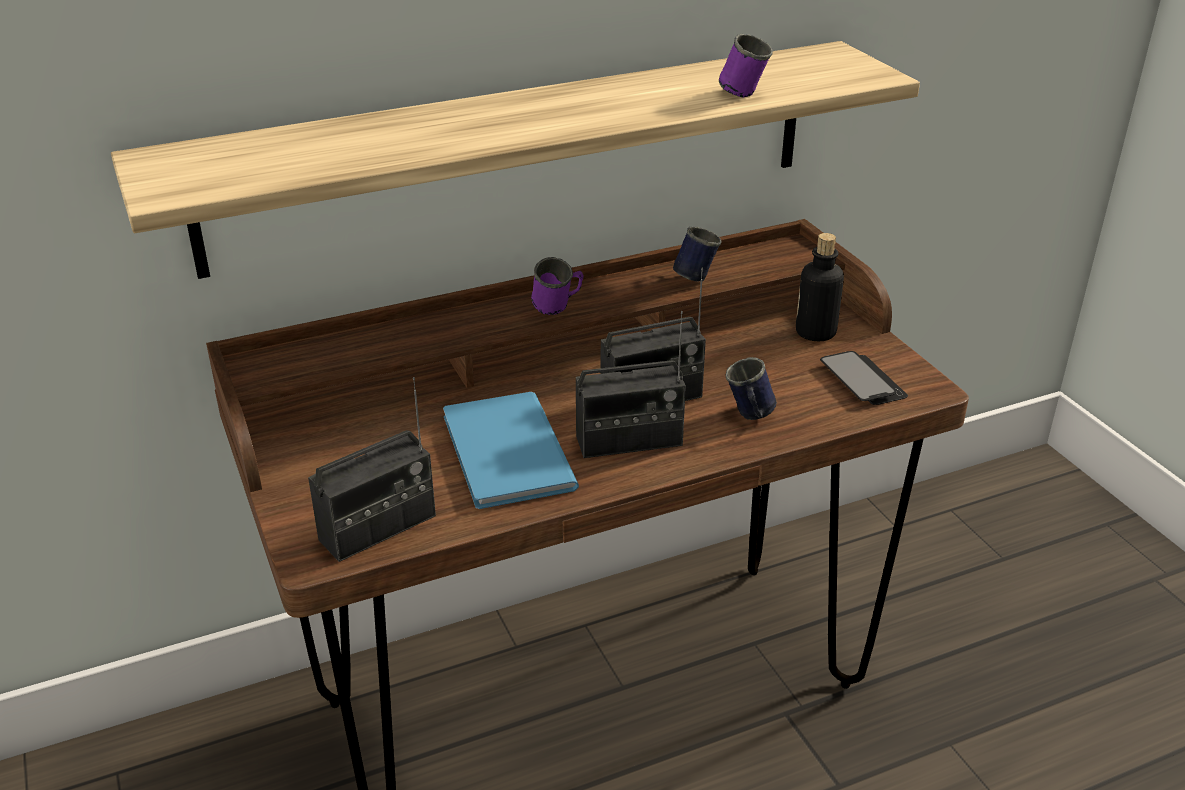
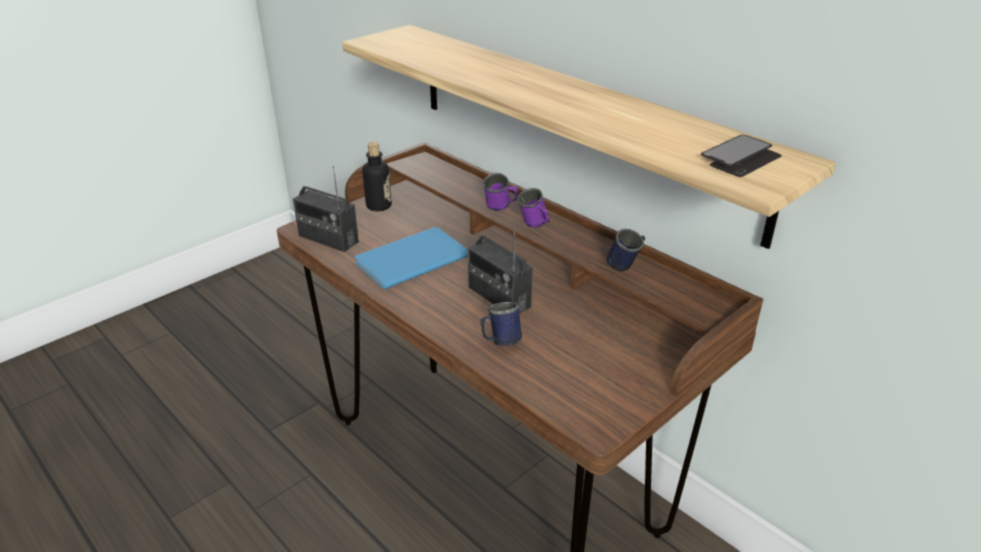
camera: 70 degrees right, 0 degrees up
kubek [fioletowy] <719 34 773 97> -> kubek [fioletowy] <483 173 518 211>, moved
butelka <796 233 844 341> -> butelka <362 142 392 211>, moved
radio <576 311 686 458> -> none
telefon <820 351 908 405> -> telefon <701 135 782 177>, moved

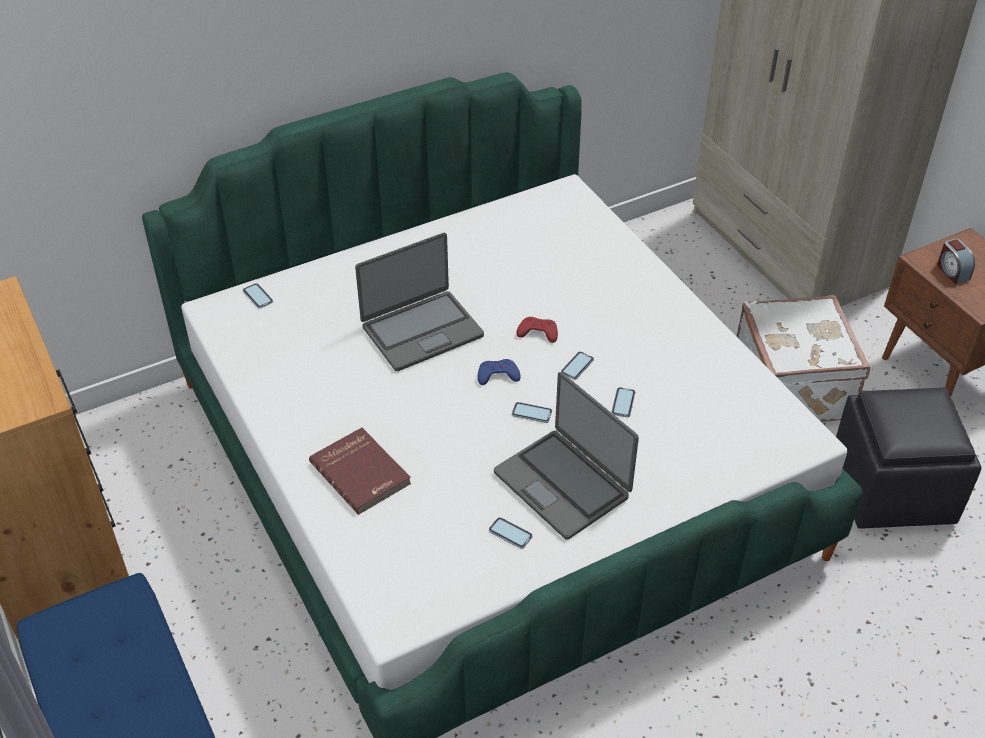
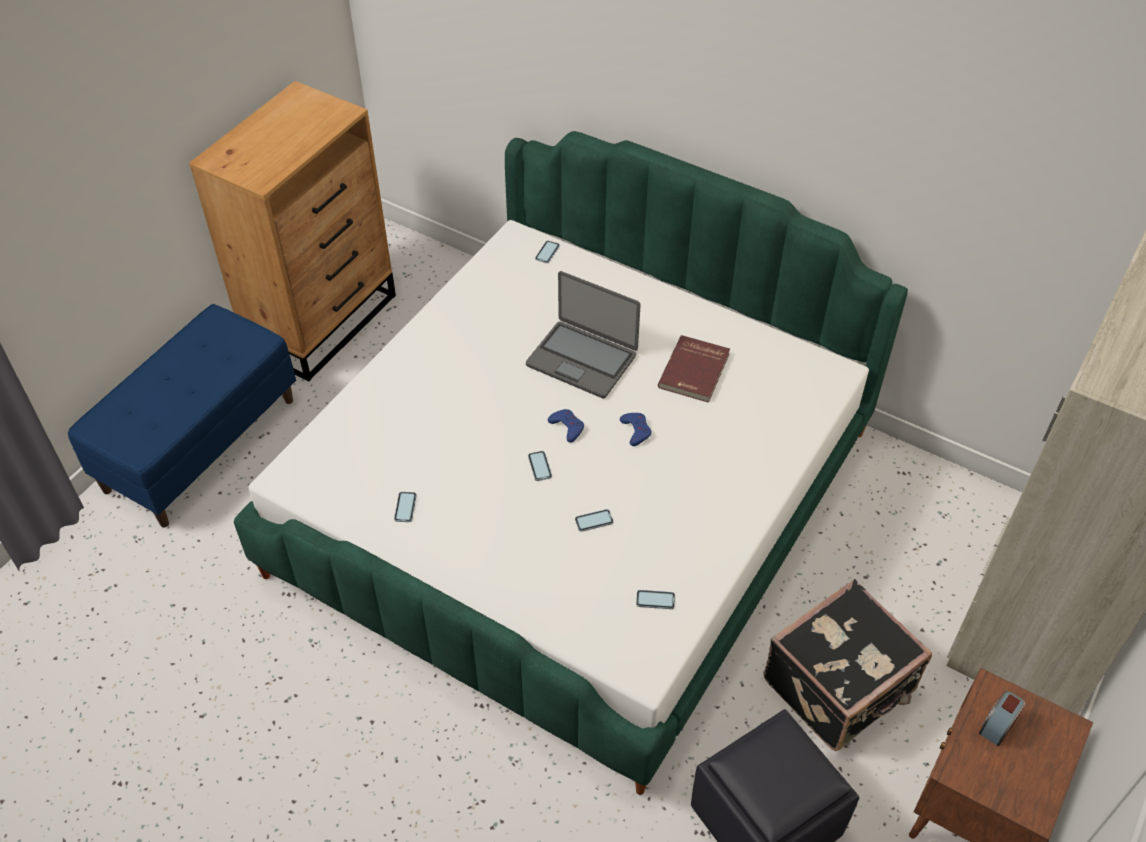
camera: 60 degrees right, 5 degrees up
walizka [biały] <737 295 870 422> -> walizka [czarny] <764 579 932 751>
pad do gier [czerwony] <516 317 558 343> -> pad do gier [niebieski] <620 413 652 446>
telefon <561 352 594 380> -> telefon <636 590 675 609>, moved
laptop <494 372 639 540> -> none
książka [czerwony] <309 428 411 515> -> książka [czerwony] <658 335 730 403>, moved

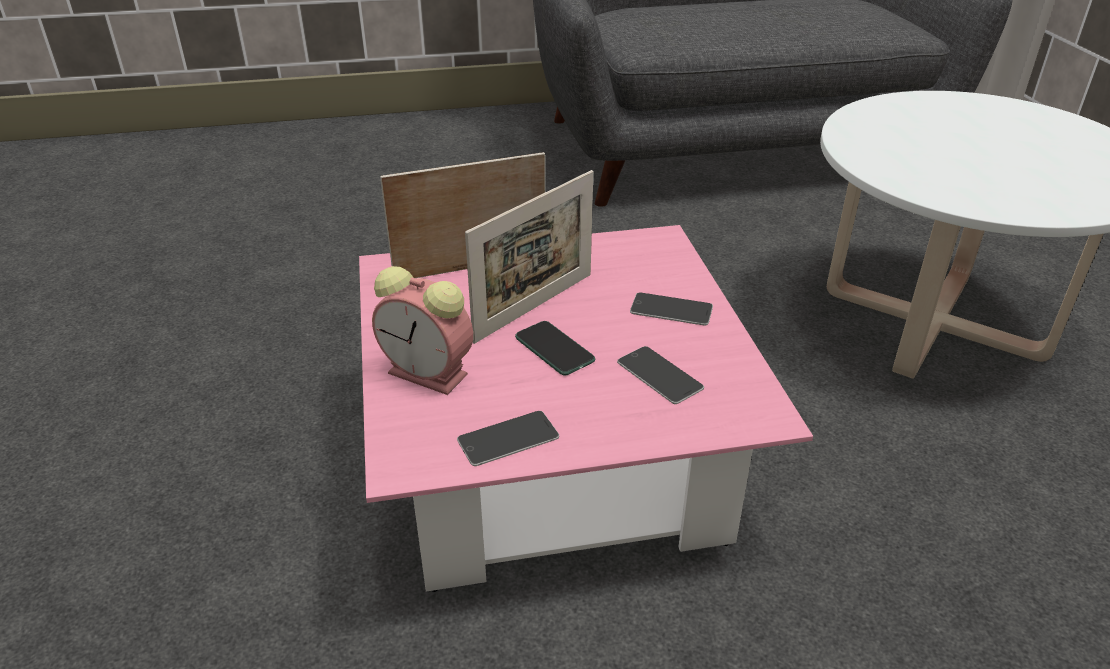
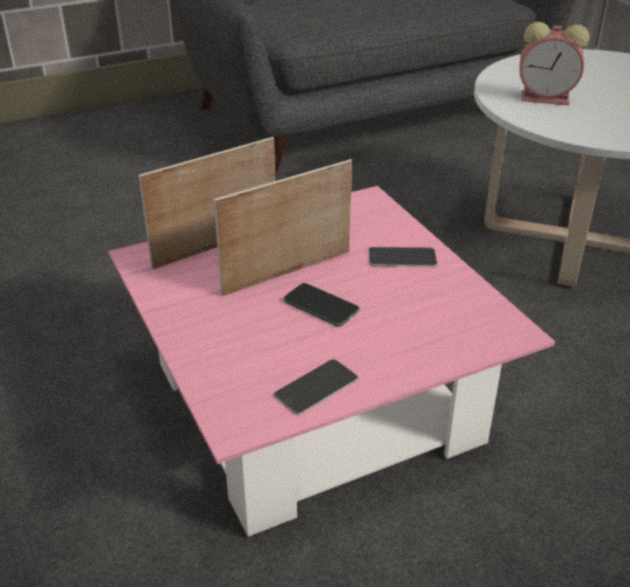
camera: 15 degrees left, 0 degrees up
ramka na zdjęcie <465 170 593 344> -> ramka na zdjęcie <214 159 352 296>, 150 degrees counterclockwise
budzik <372 266 473 395> -> budzik <519 22 589 105>, moved
telefon <617 346 704 404> -> none

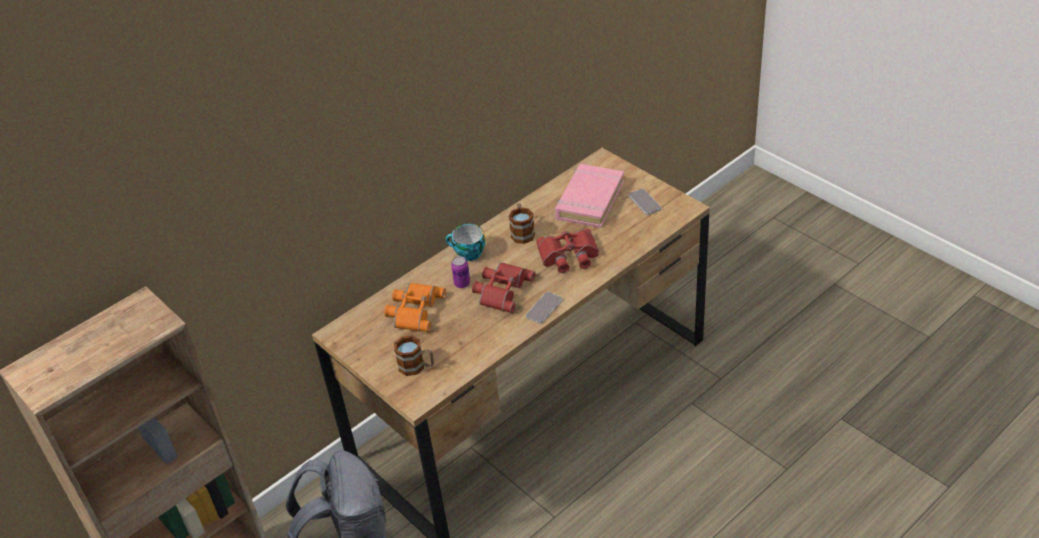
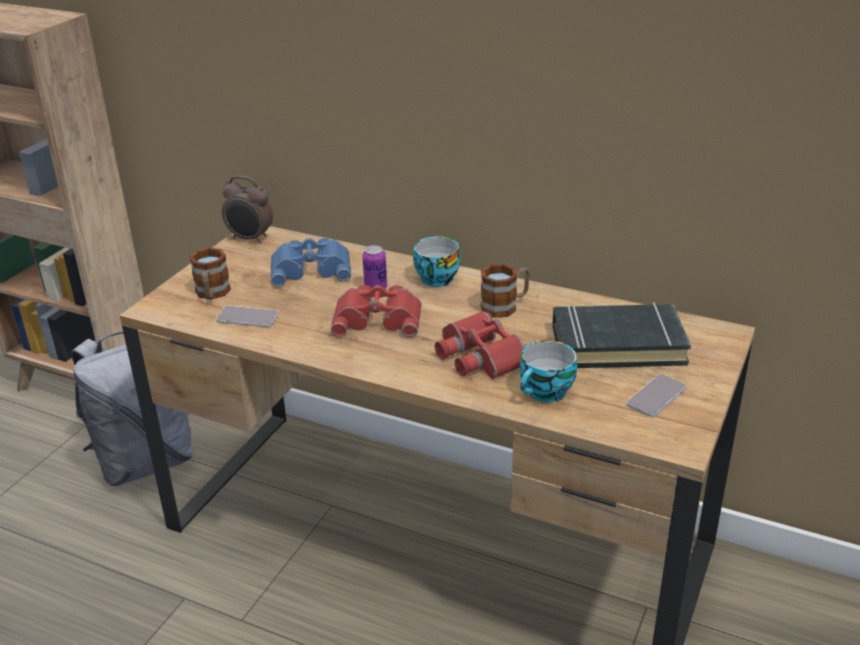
camera: 65 degrees right, 10 degrees down
książka [różowy] <555 164 624 228> -> książka [czarny] <552 302 691 368>
lornetka [pomarańczowy] <385 283 446 332> -> lornetka [niebieski] <271 238 351 287>
telefon <526 292 562 324> -> telefon <216 306 278 327>, moved
none -> budzik <222 176 273 244>
none -> filiżanka <520 340 577 402>

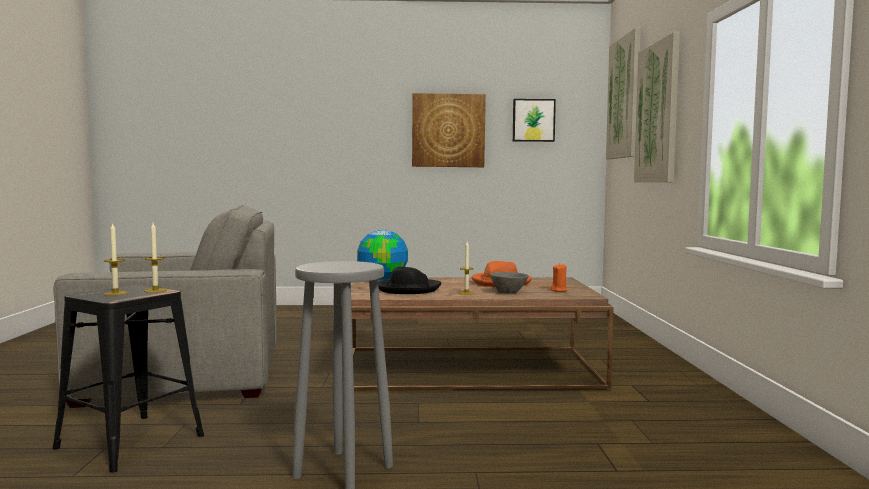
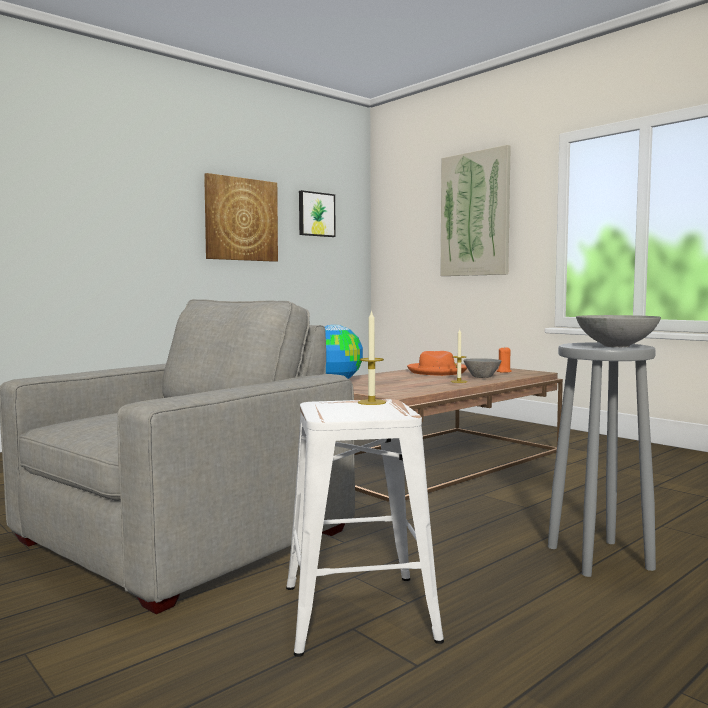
camera: 40 degrees left, 0 degrees up
obraz <606 28 641 159> -> none
świeca <103 222 128 296> -> none
kapelusz [czarny] <378 267 441 294> -> none
stołek [czarny] <53 285 204 473> -> stołek [biały] <286 399 444 657>
none -> miska [szary] <576 315 661 347>

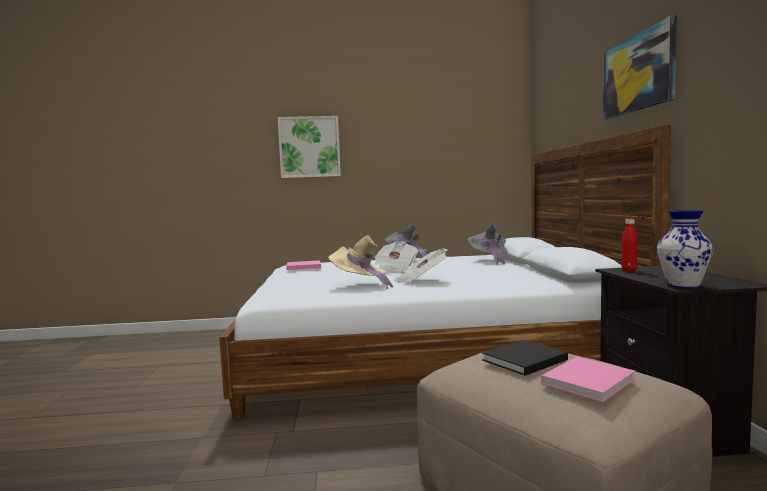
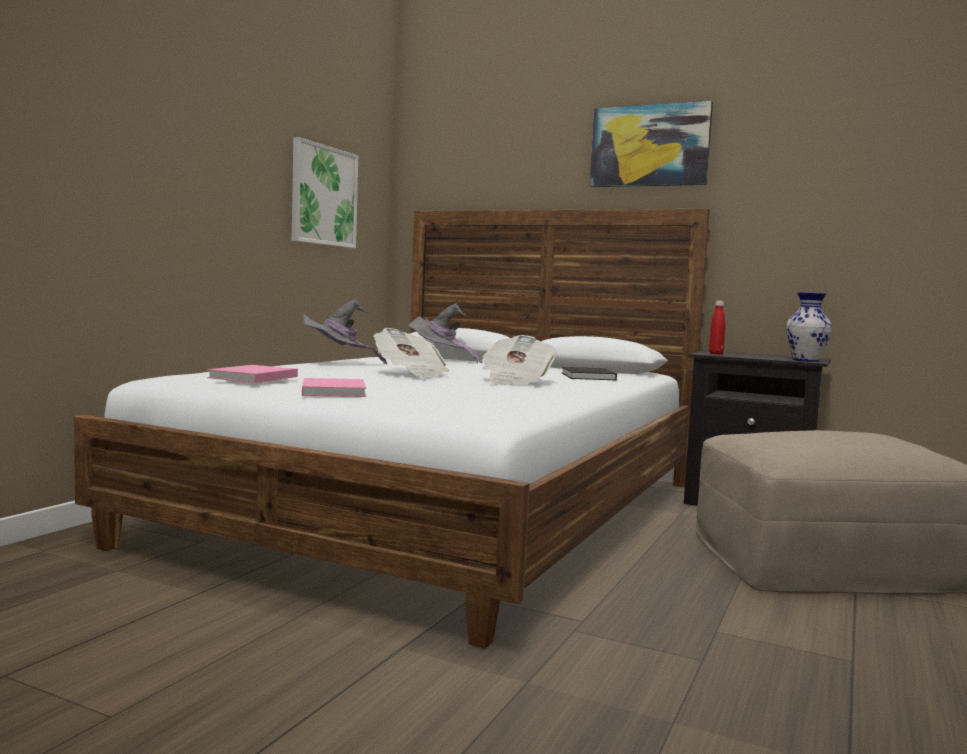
camera: 60 degrees left, 0 degrees up
obraz <278 116 341 178> -> obraz <292 137 358 248>, moved
kapelusz [beżowy] <328 235 393 289> -> none
książka [czarny] <482 340 568 376> -> książka [czarny] <561 367 617 380>, moved
książka [różowy] <541 357 636 402> -> książka [różowy] <302 378 366 397>, moved

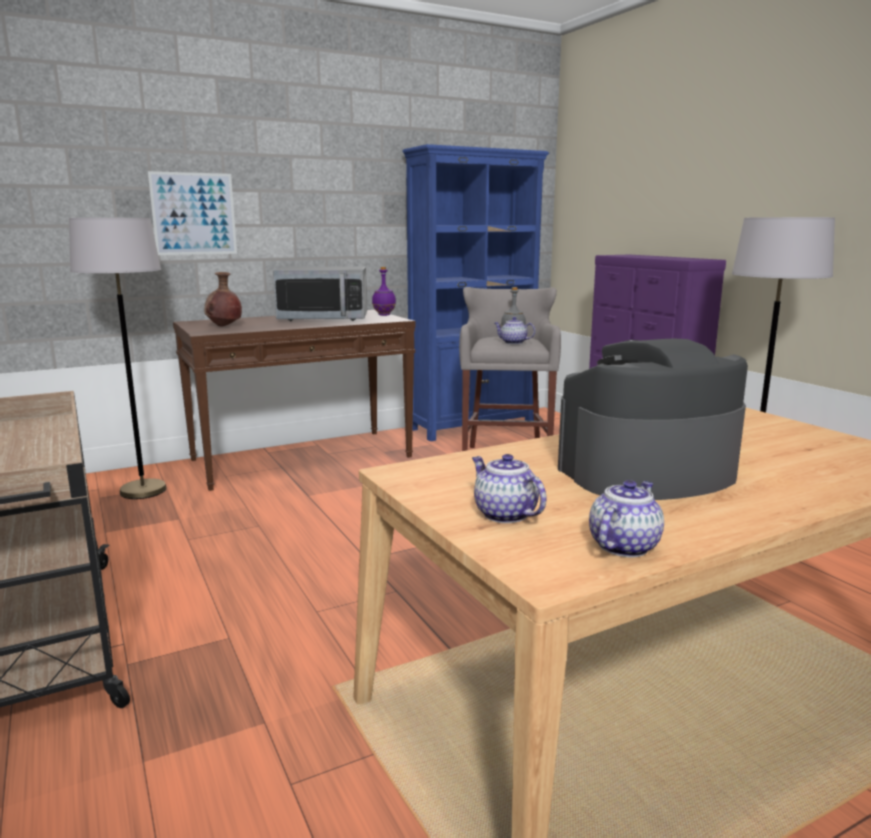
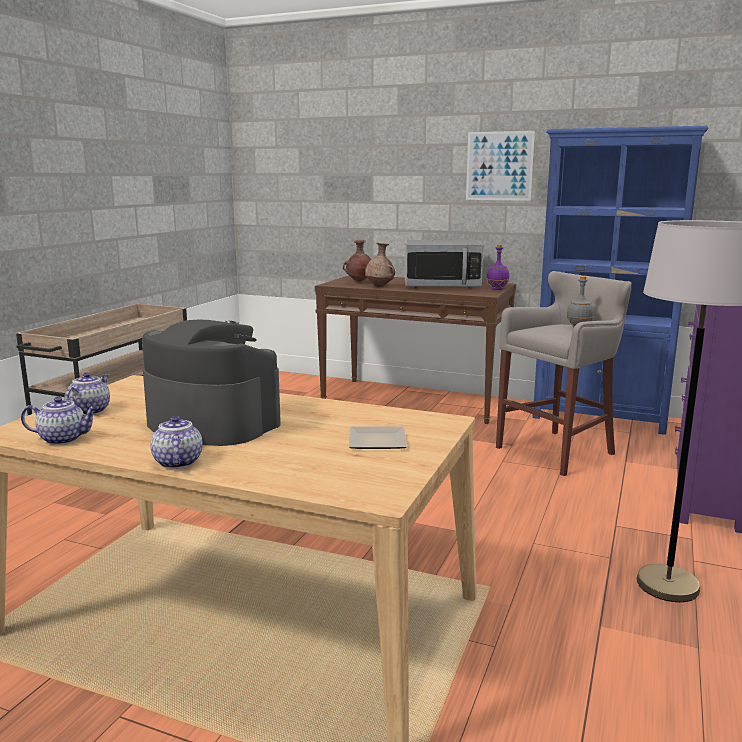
camera: 50 degrees right, 0 degrees up
obraz <148 171 237 255> -> obraz <466 131 535 201>, moved
lampa stojąca [szary] <69 218 166 499> -> none
mikrofalówka <273 267 367 321> -> mikrofalówka <405 240 483 288>, 45 degrees counterclockwise
imbryk <494 317 535 344> -> imbryk <150 416 203 469>, moved
none -> wazon [brązowy] <365 243 395 287>
none -> talerz <349 426 407 449>

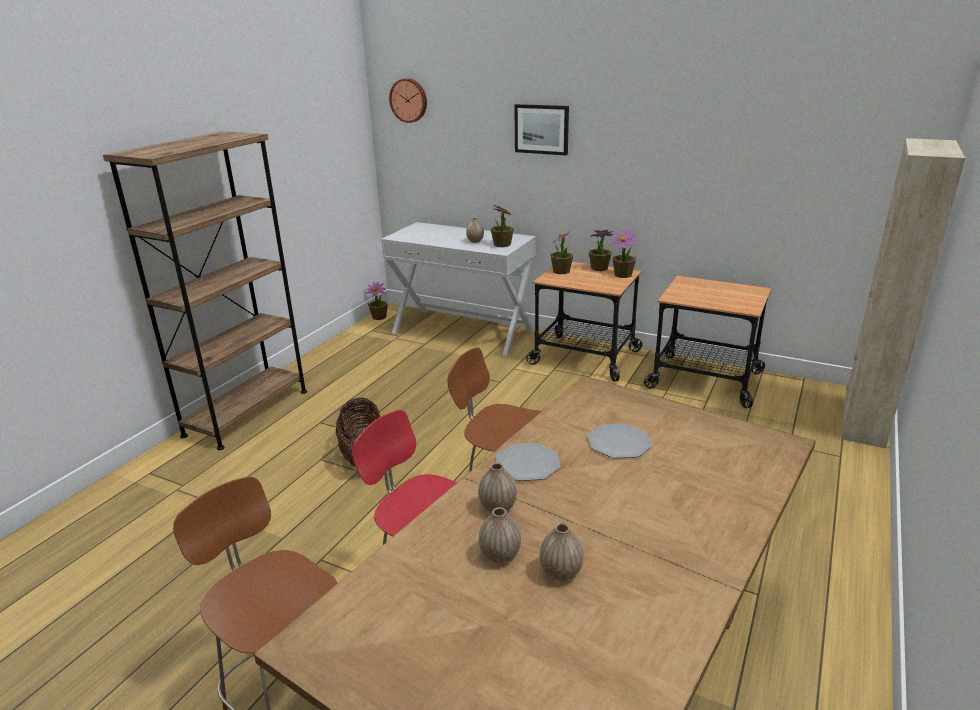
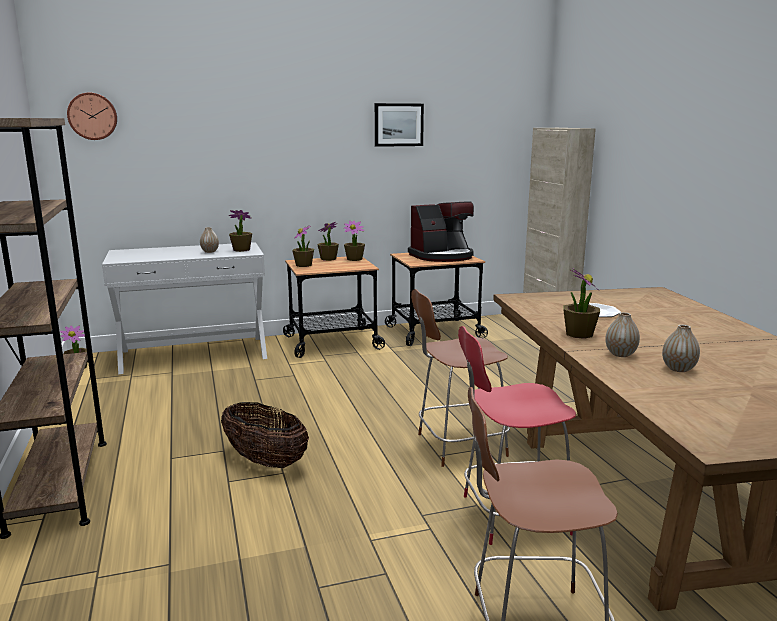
camera: 45 degrees left, 10 degrees down
obraz <514 104 569 155> -> obraz <375 103 424 147>, moved
talerz <496 443 560 481> -> roślina doniczkowa <563 268 600 339>
wazon <540 523 584 581> -> none
none -> ekspres do kawy <408 201 474 262>

